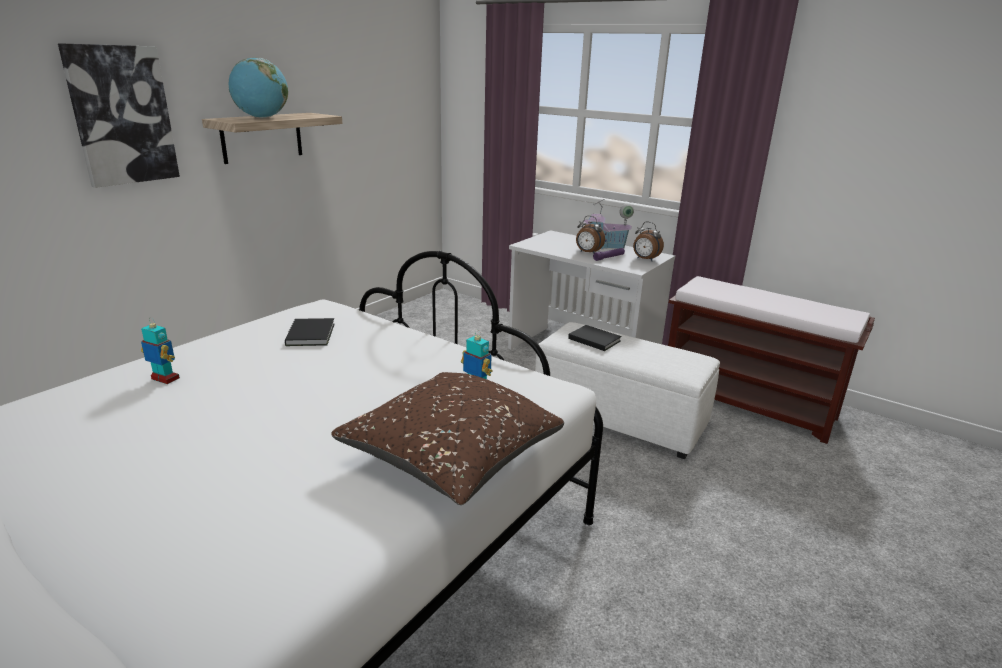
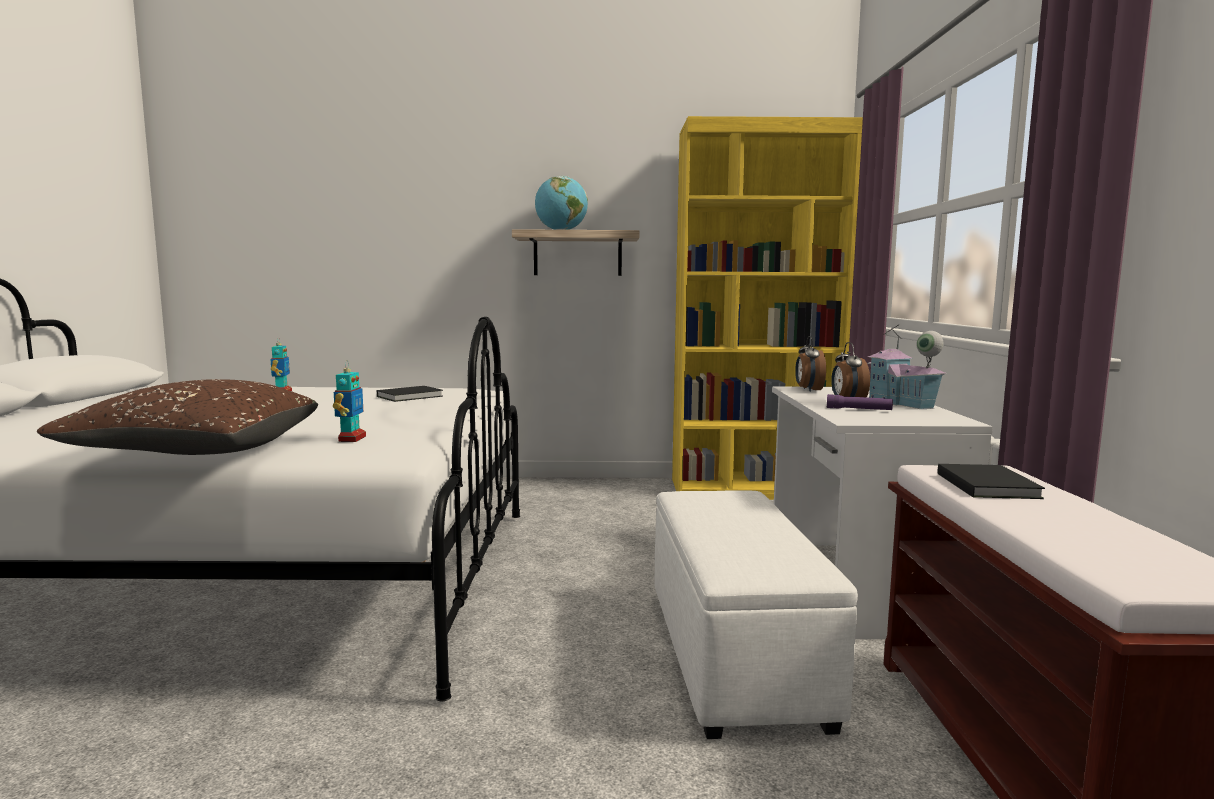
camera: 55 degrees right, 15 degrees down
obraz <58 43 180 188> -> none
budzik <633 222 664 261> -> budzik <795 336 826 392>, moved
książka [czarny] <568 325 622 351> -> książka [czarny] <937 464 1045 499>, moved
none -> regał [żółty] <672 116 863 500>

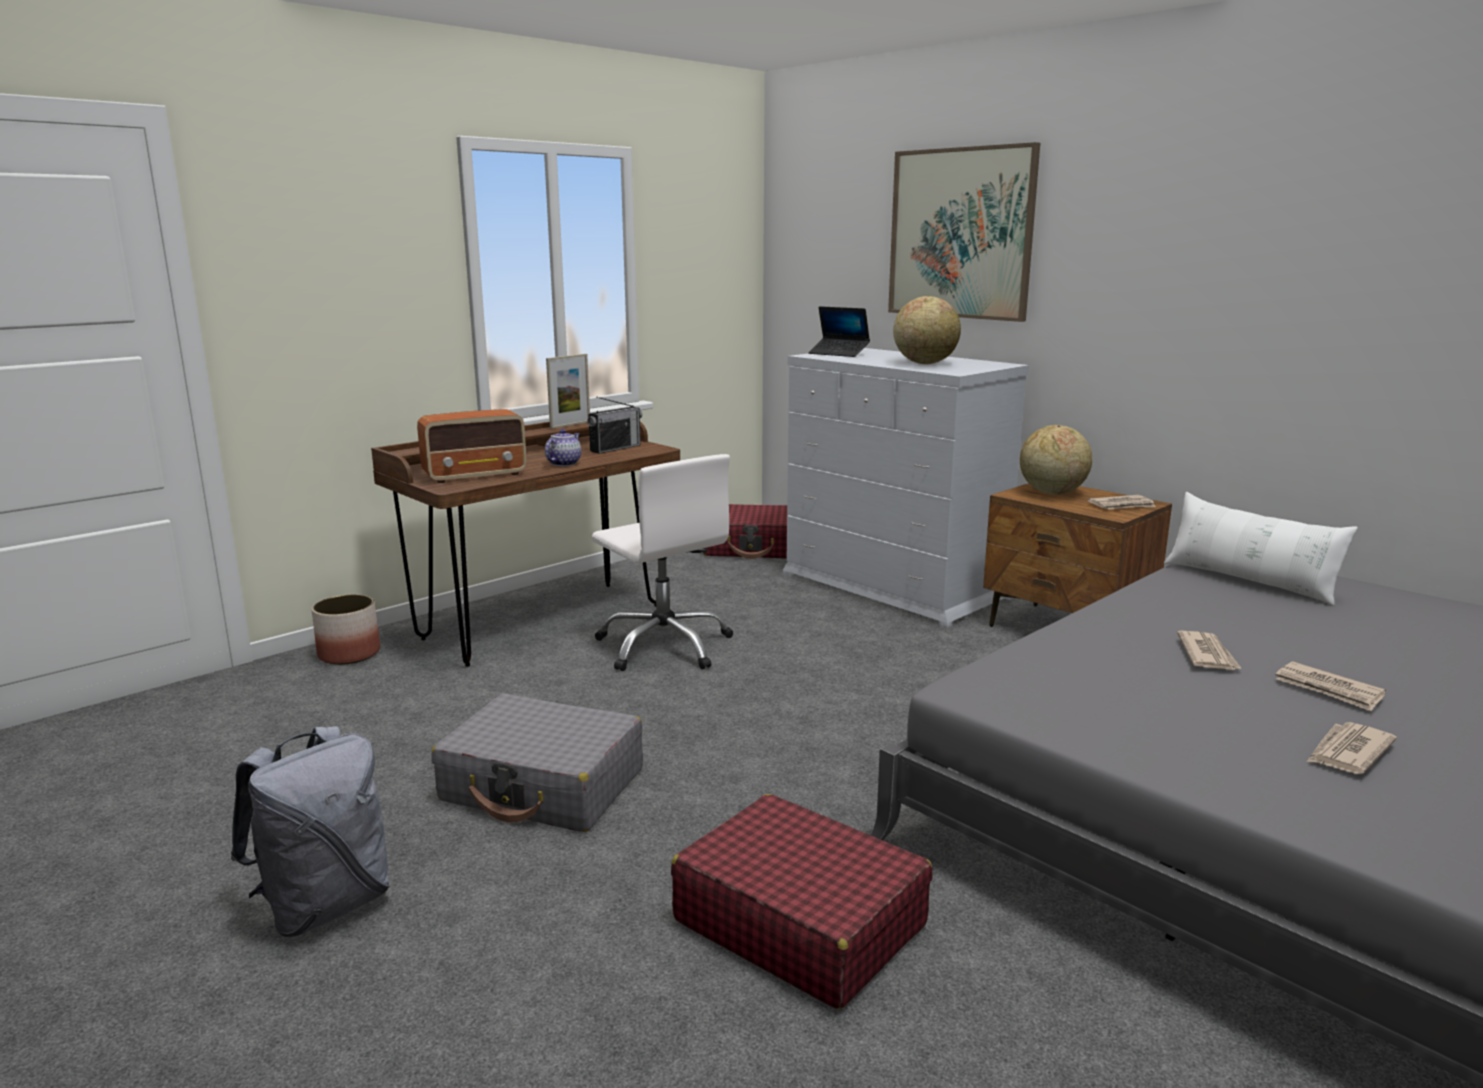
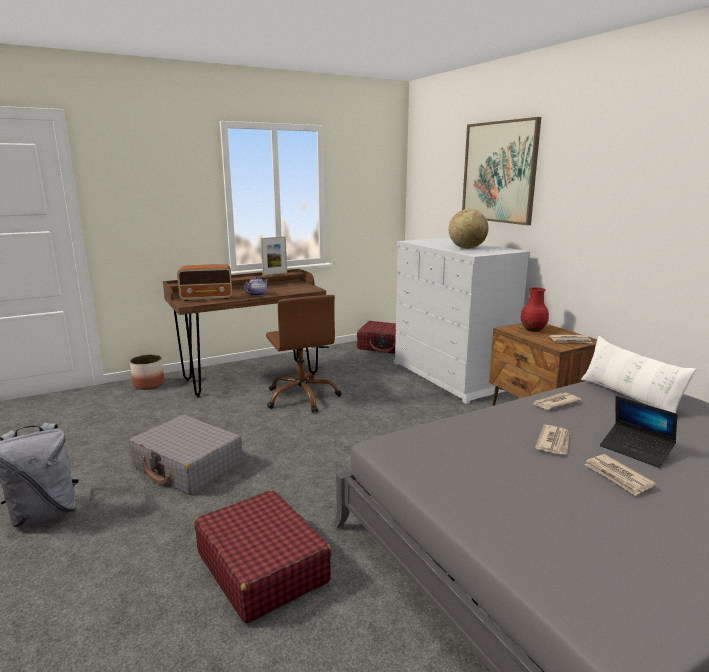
camera: 15 degrees right, 0 degrees up
laptop <808 306 870 357> -> laptop <600 396 677 468>, moved
radio <587 397 642 454> -> none
globus <1020 425 1092 495> -> wazon [czerwony] <520 287 549 332>
krzesło biurowe [biały] <592 454 733 671> -> krzesło biurowe [brązowy] <266 295 342 413>
gazeta <1307 722 1397 774> -> gazeta <533 393 581 410>, moved

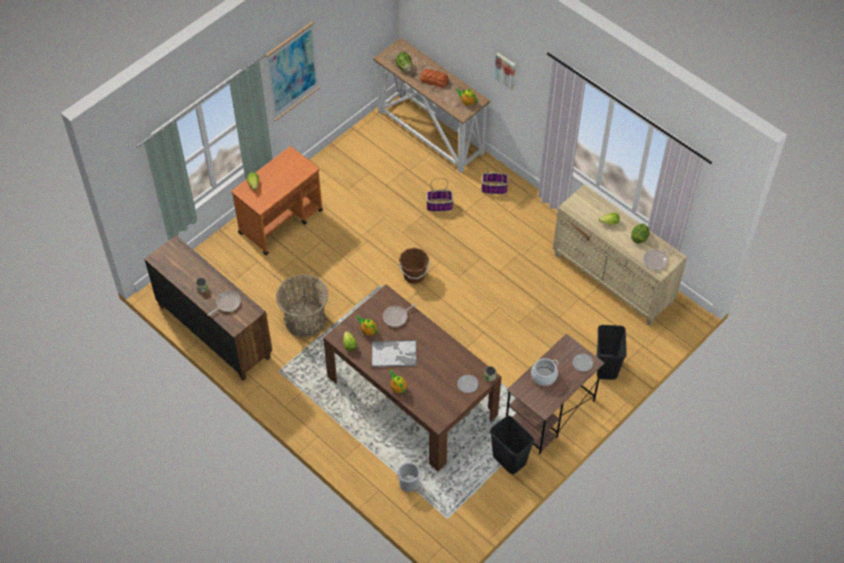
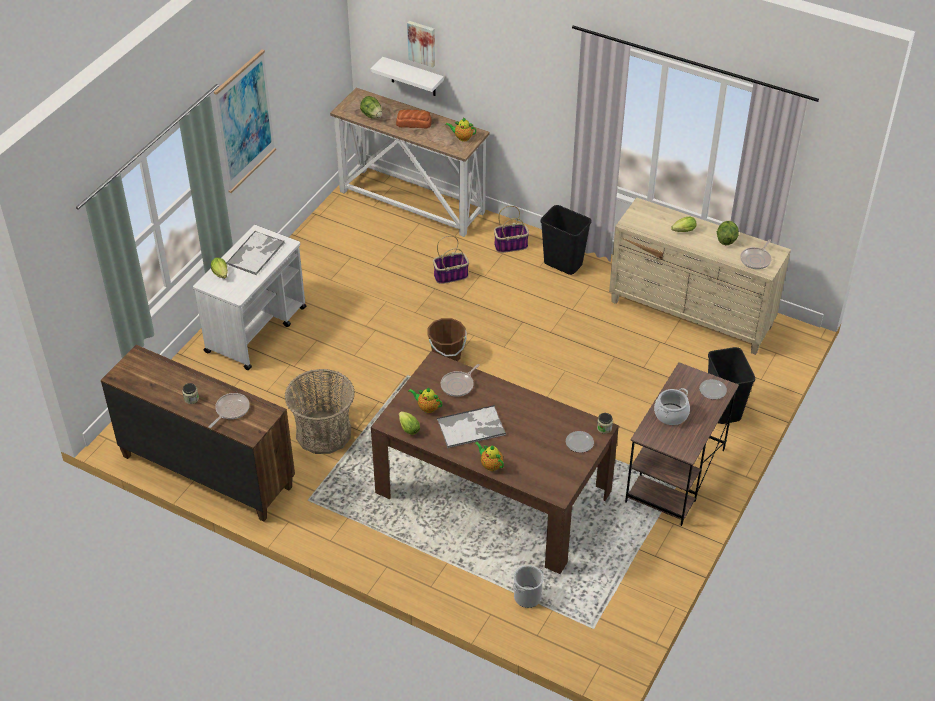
camera: 15 degrees left, 10 degrees down
obraz <494 53 516 90> -> obraz <407 21 435 67>, moved
wózek [pomarańczowy] <231 146 323 255> -> wózek [biały] <193 225 306 370>
kosz na śmieci [czarny] <490 416 534 474> -> kosz na śmieci [czarny] <540 205 591 275>, moved
none -> półka [biały] <371 57 444 96>
none -> taca <226 231 285 275>

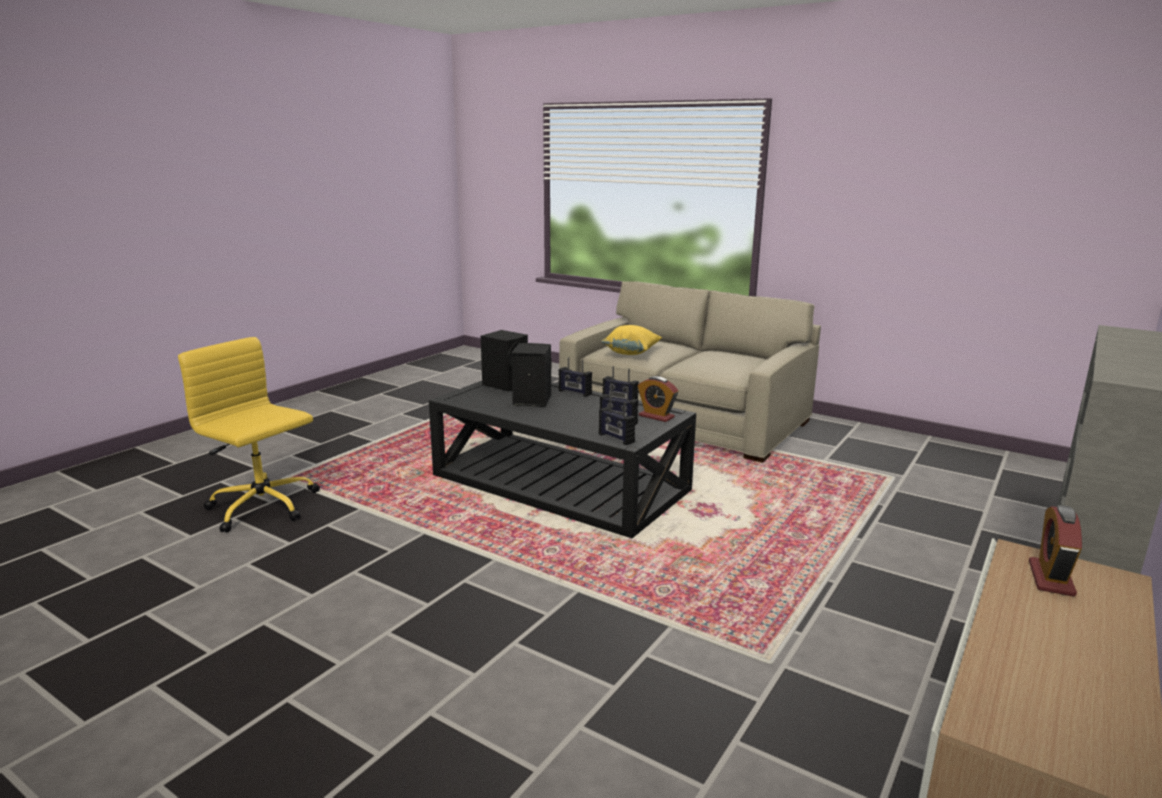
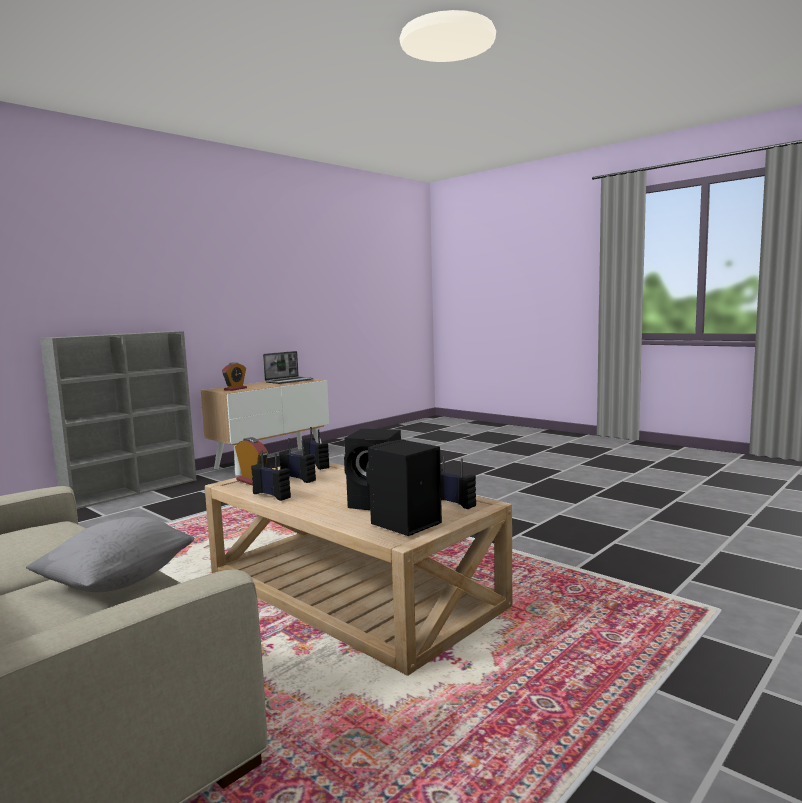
camera: 170 degrees left, 10 degrees down
poduszka [żółty] <601 325 662 355> -> poduszka [szary] <26 517 195 592>
krzesło biurowe [żółty] <178 337 320 533> -> none
radio <559 357 592 397> -> radio <441 455 476 509>, moved
ława [czarny] <429 381 696 538> -> ława [beżowy] <205 462 512 676>
none -> laptop <263 351 313 384>

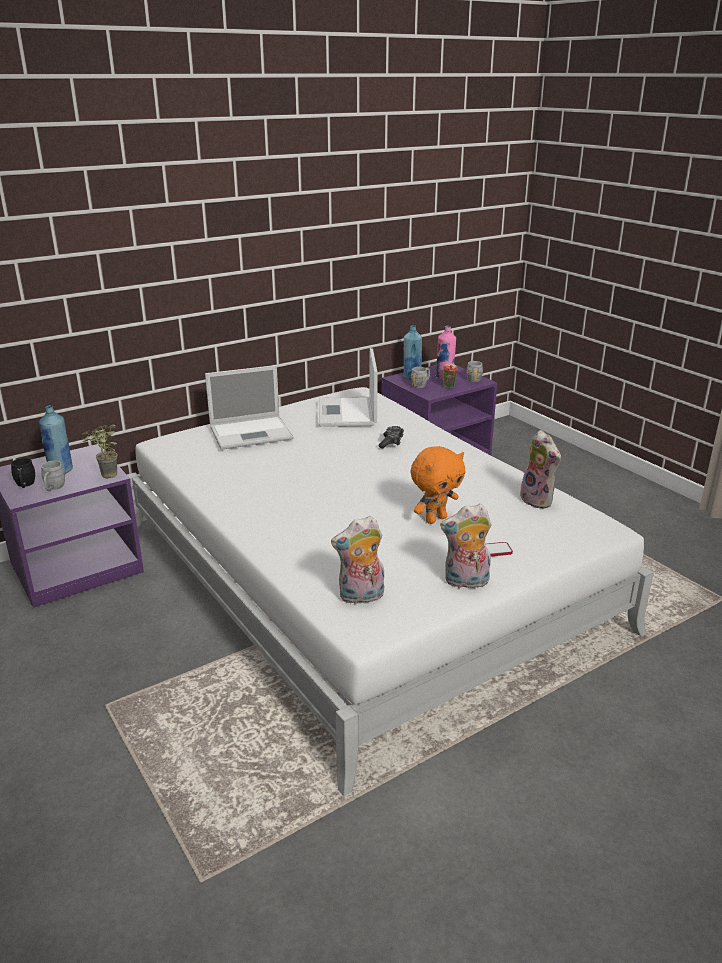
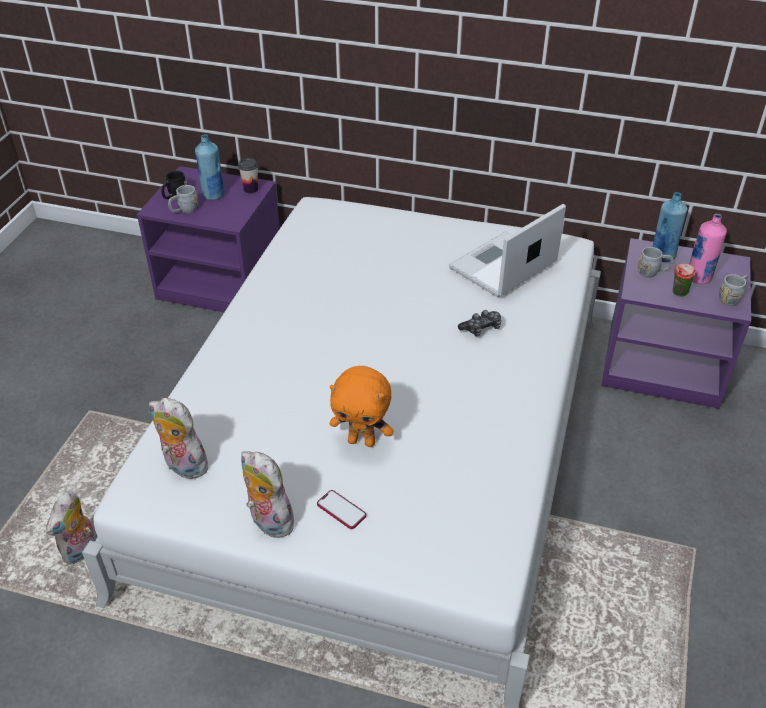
camera: 50 degrees right, 15 degrees up
laptop <205 365 293 450> -> none
roślina doniczkowa <82 425 118 479> -> none
pluszak <520 430 561 508> -> pluszak <46 491 97 565>, moved
none -> filiżanka <238 158 258 194>

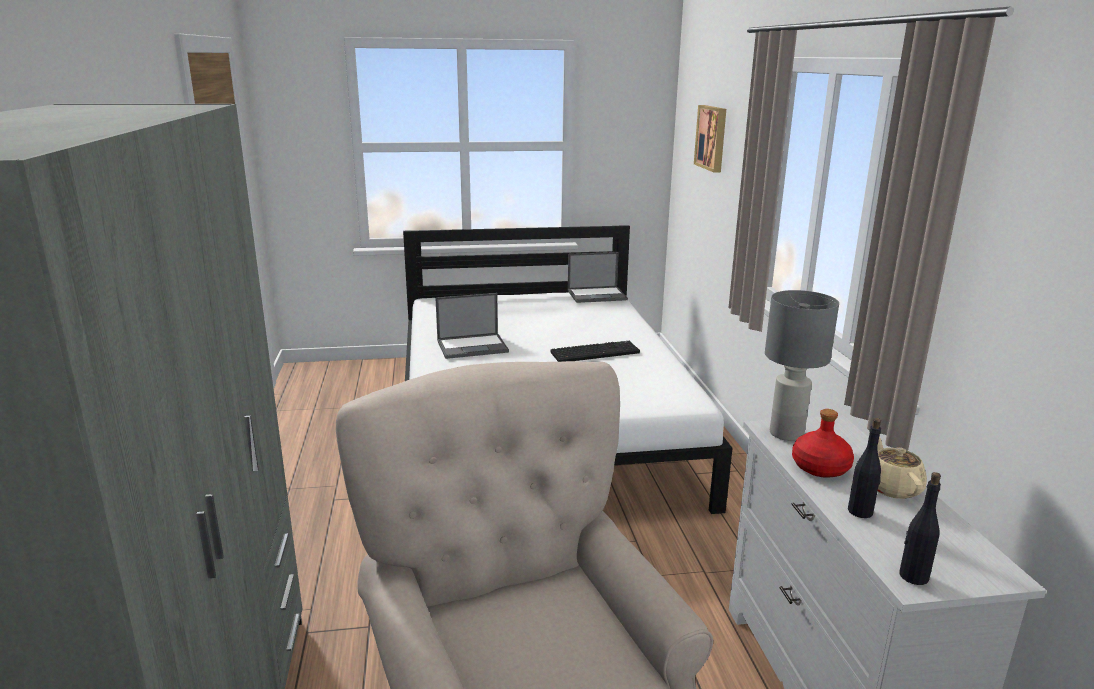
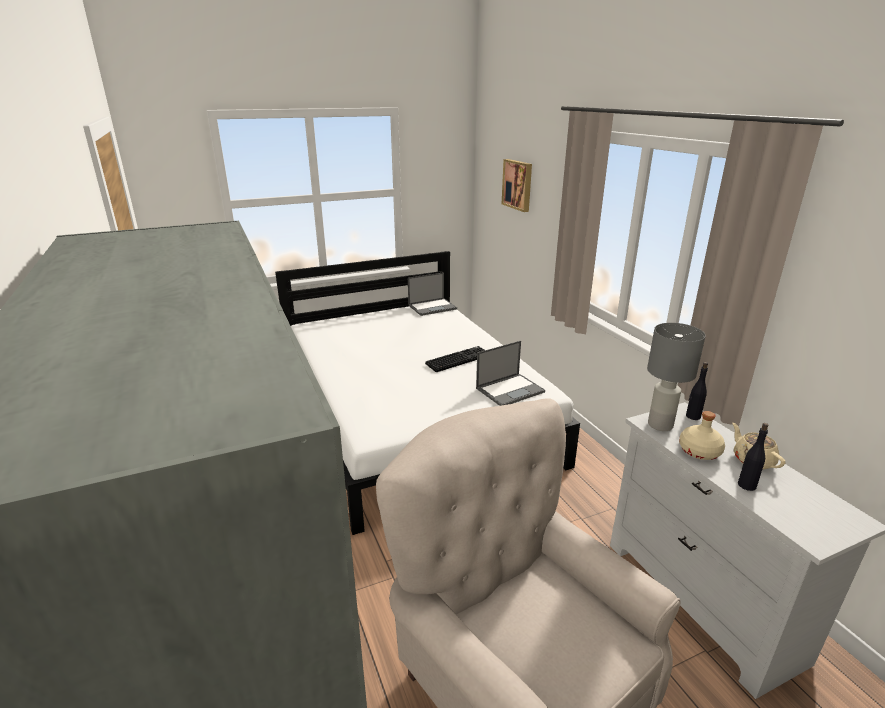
camera: 15 degrees left, 5 degrees up
laptop <435 293 509 359> -> laptop <476 341 545 406>, moved
butelka [czerwony] <792 409 854 478> -> butelka [beżowy] <679 411 725 460>
butelka [czarny] <899 472 941 585> -> butelka [czarny] <686 362 708 420>, moved

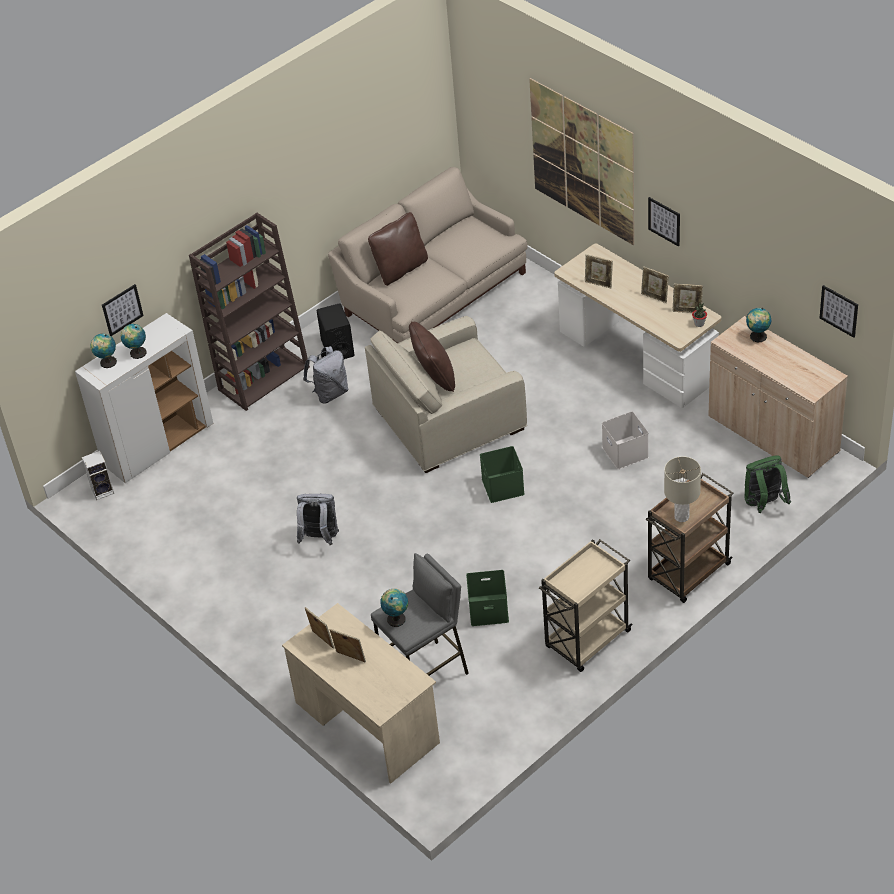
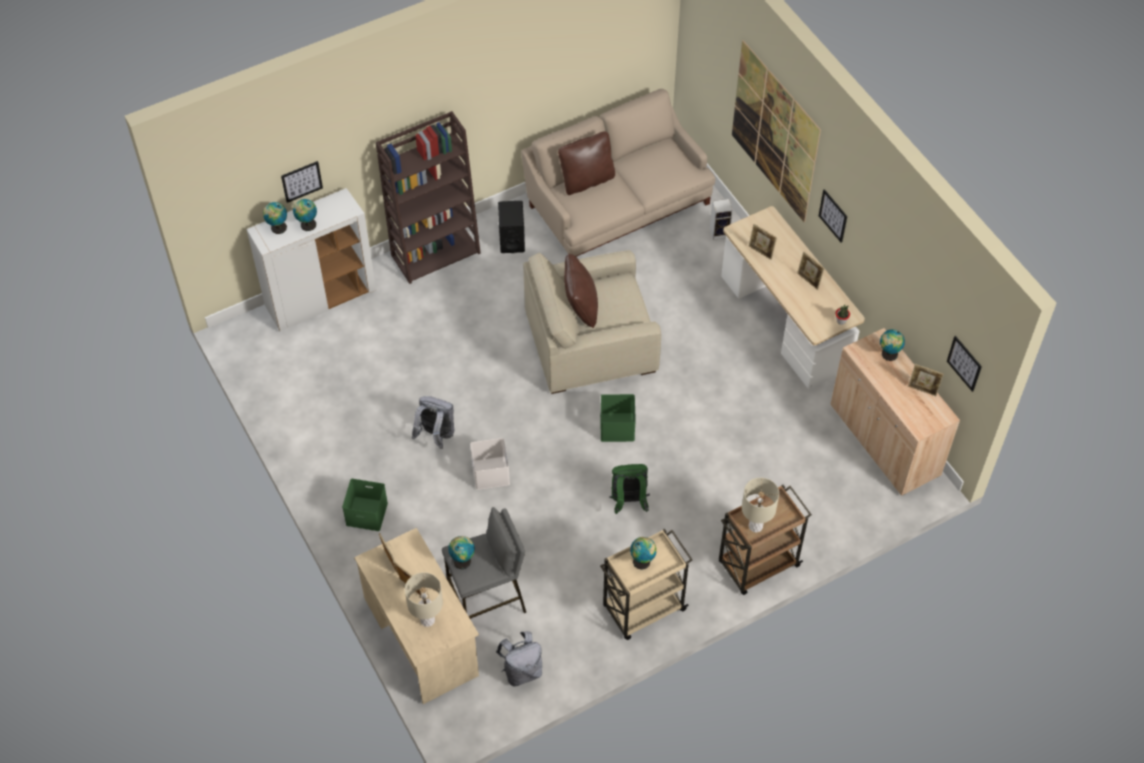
camera: 10 degrees right, 10 degrees up
ramka na zdjęcie <672 284 703 313> -> ramka na zdjęcie <908 364 944 396>, moved
plecak [szary] <303 346 349 404> -> plecak [szary] <496 631 542 686>, moved
pojemnik do przechowywania [biały] <602 411 649 469> -> pojemnik do przechowywania [biały] <470 438 510 490>, moved
głośnik <82 451 114 500> -> głośnik <710 199 733 240>, moved
plecak [zielony] <744 455 791 513> -> plecak [zielony] <609 464 650 514>, moved
pojemnik do przechowywania [zielony] <466 570 509 626> -> pojemnik do przechowywania [zielony] <342 479 388 531>, moved
none -> globus <630 537 657 570>
none -> lampa stołowa [beżowy] <405 572 443 627>

